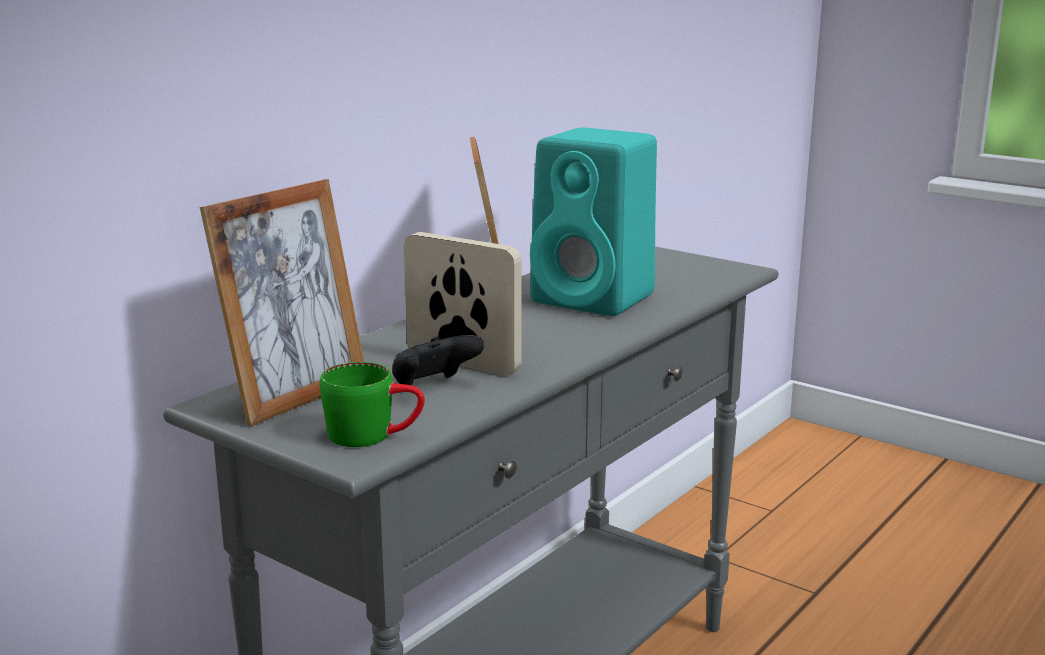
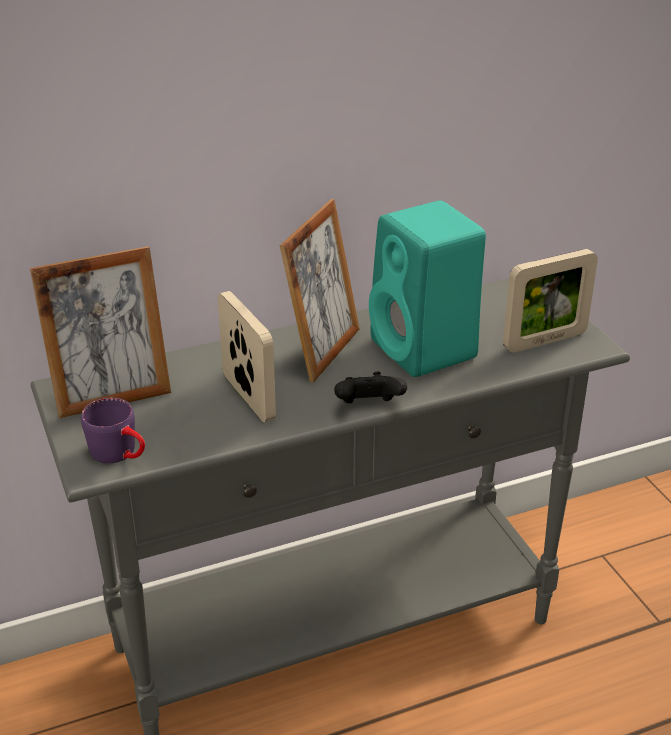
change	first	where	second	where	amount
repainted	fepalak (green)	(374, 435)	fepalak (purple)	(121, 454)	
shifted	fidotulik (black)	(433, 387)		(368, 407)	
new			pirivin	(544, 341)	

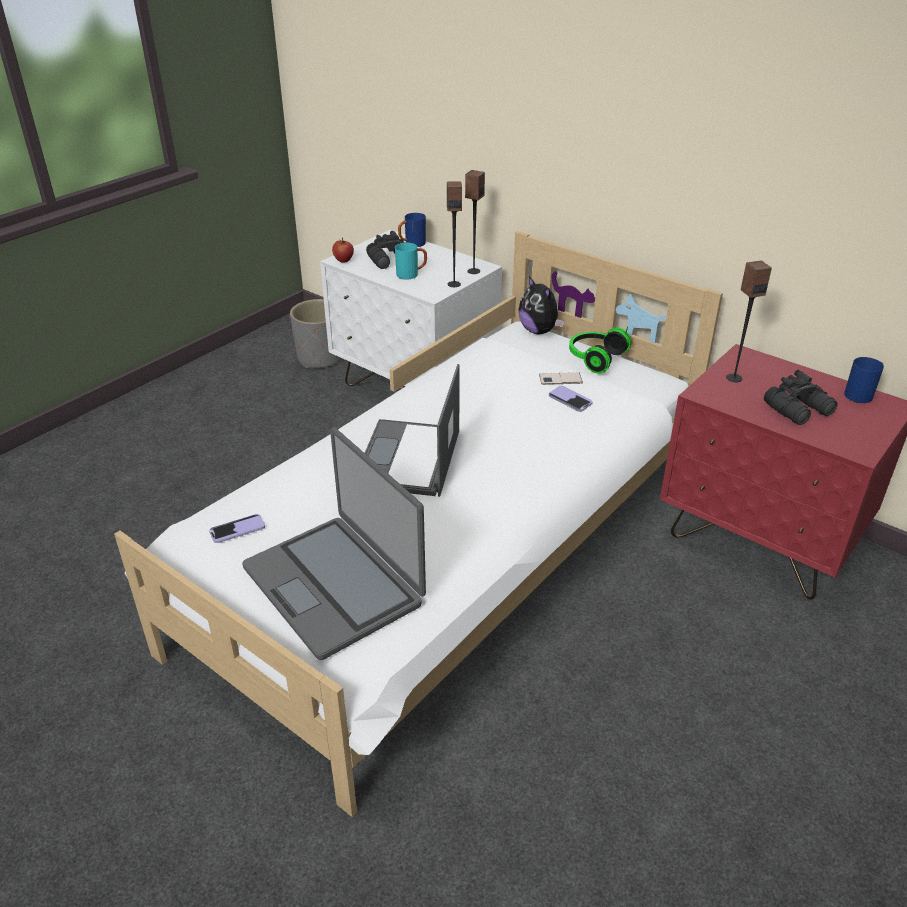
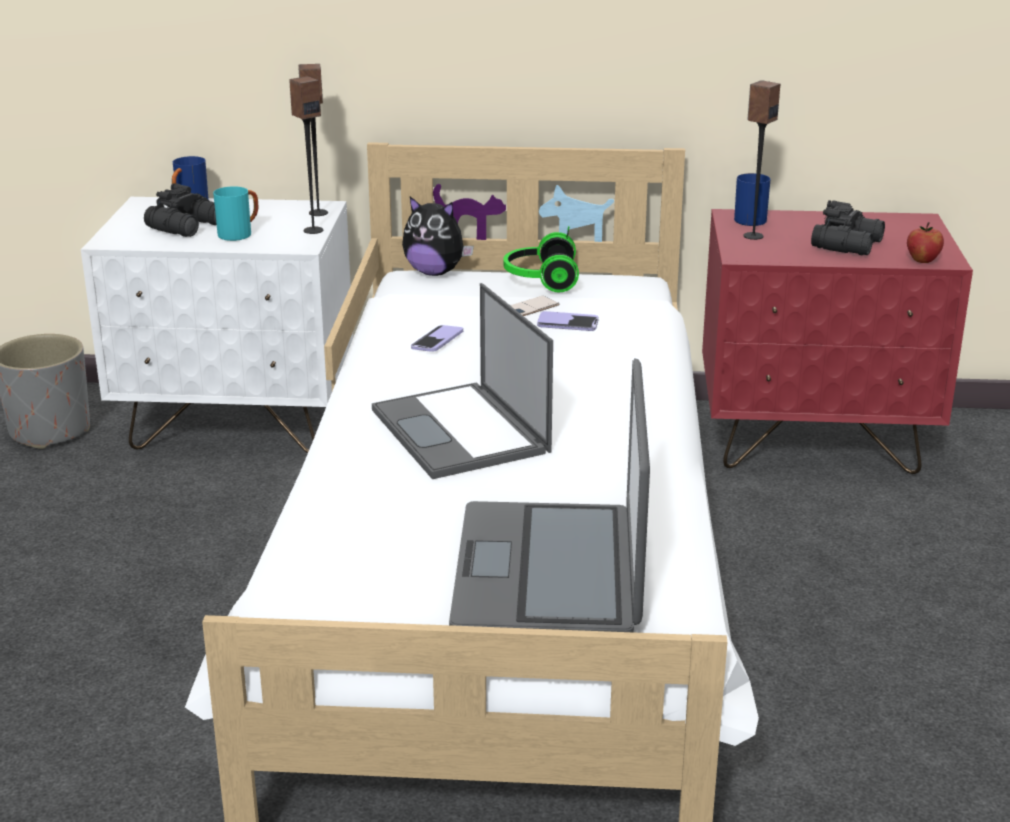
change	first	where	second	where	amount
shifted	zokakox	(237, 530)		(437, 340)	
rotated	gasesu	(334, 585)		(551, 573)	75 degrees clockwise
shifted	fepalak (blue)	(861, 394)		(751, 219)	
shifted	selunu	(343, 260)		(922, 260)	

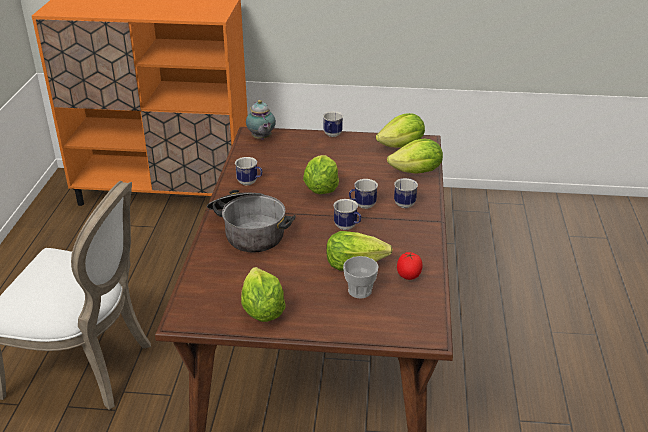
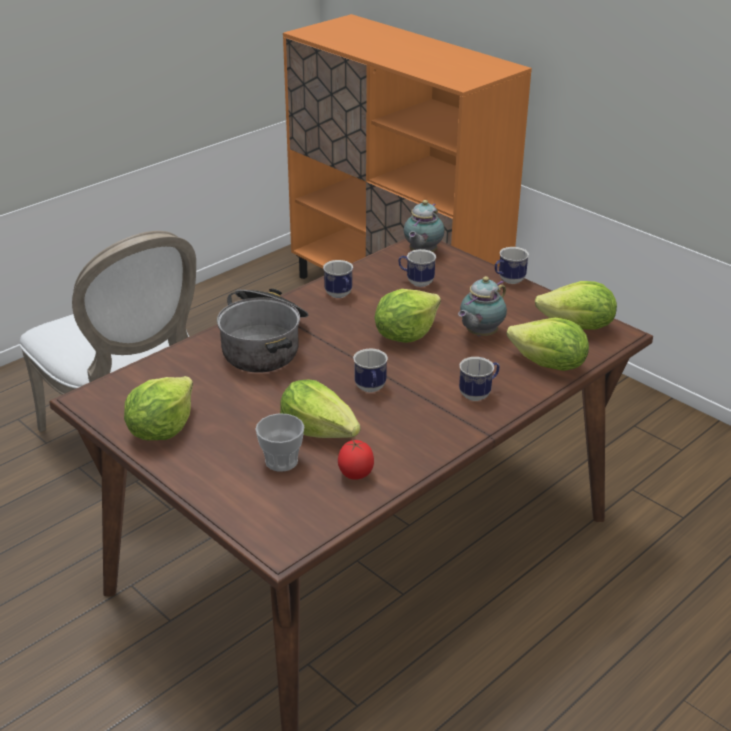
change	first	where	second	where	amount
shifted	fepalak	(362, 206)		(416, 282)	
new			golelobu	(479, 334)	

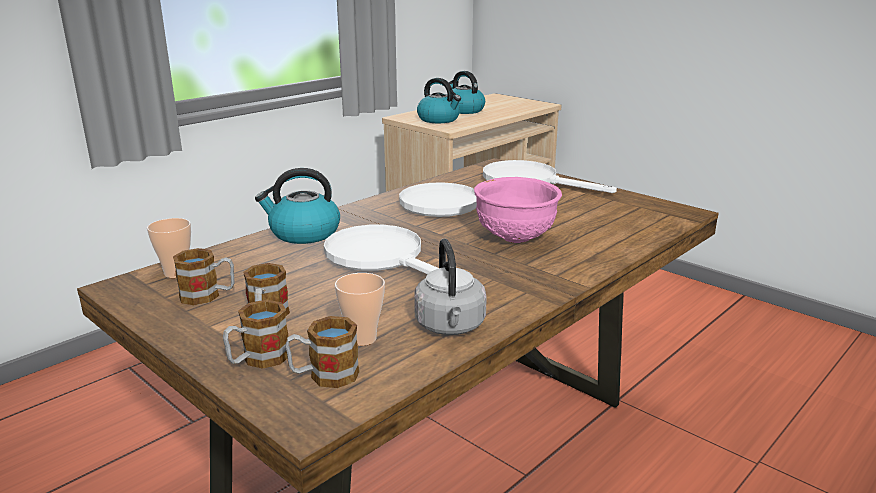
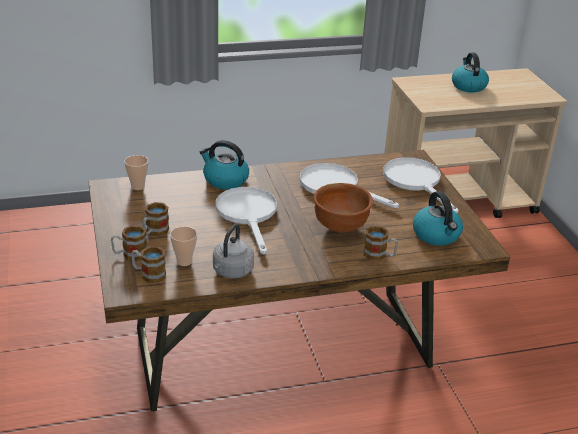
change	first	where	second	where	amount
repainted	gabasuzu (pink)	(515, 238)	gabasuzu (brown)	(340, 227)	
shifted	fepalak	(208, 295)		(379, 255)	
shifted	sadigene	(439, 119)		(437, 235)	

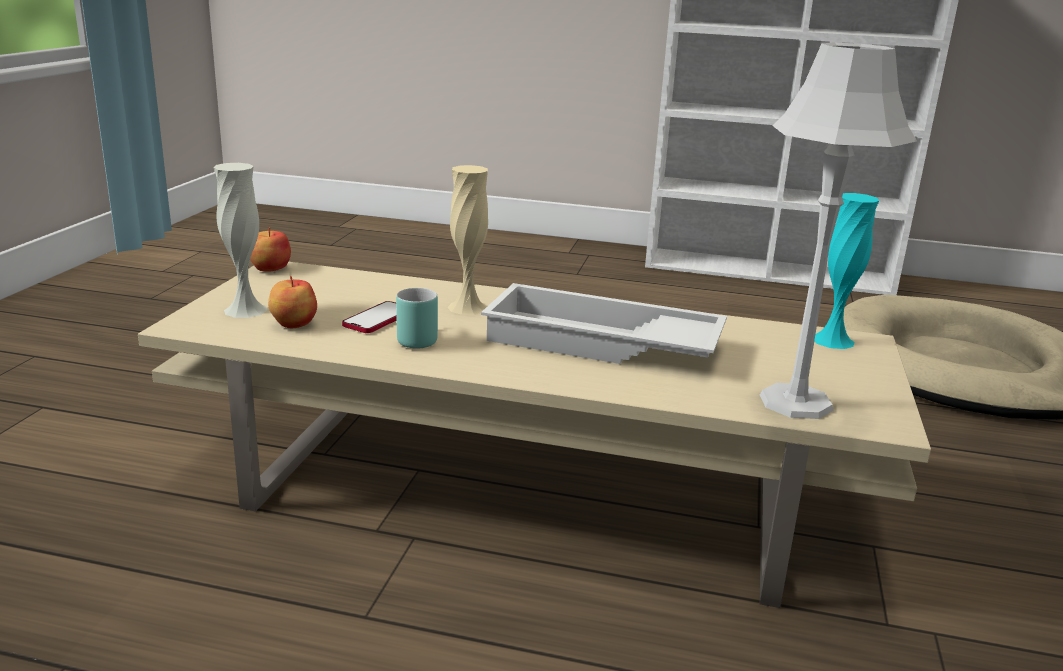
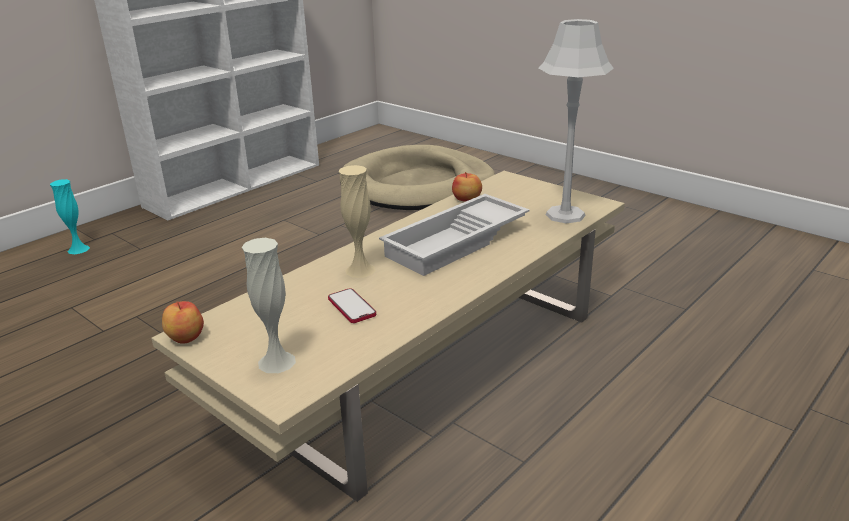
change	first	where	second	where	amount
shifted	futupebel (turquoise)	(832, 340)		(78, 249)	
shifted	selunu	(293, 324)		(467, 199)	
gone	fepalak (turquoise)	(416, 338)			

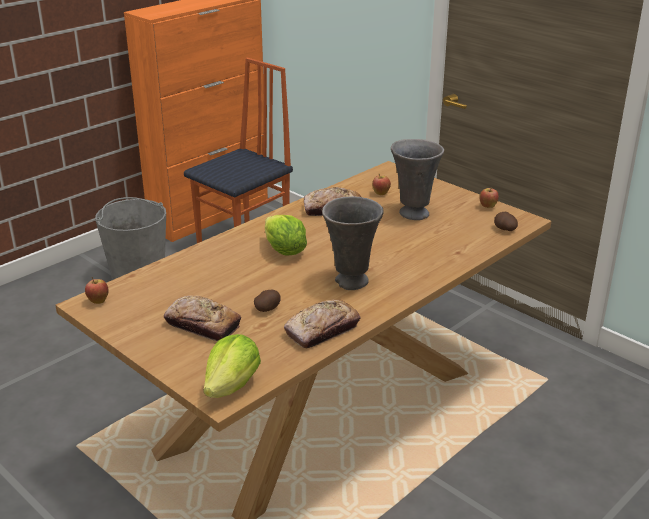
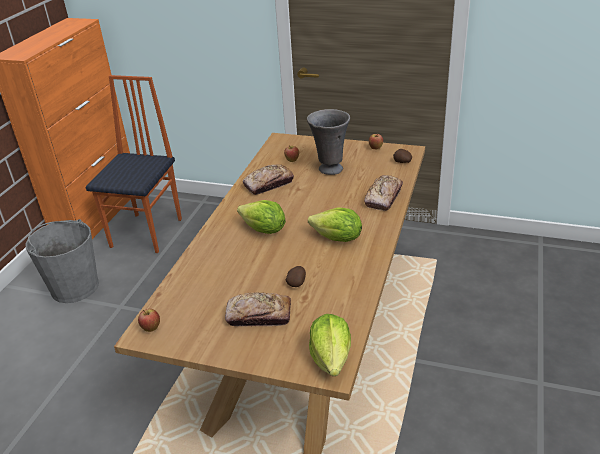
change	first	where	second	where	amount
swapped	futupebel (grey)	(351, 282)	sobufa	(337, 239)	
shifted	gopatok	(322, 330)		(383, 197)	

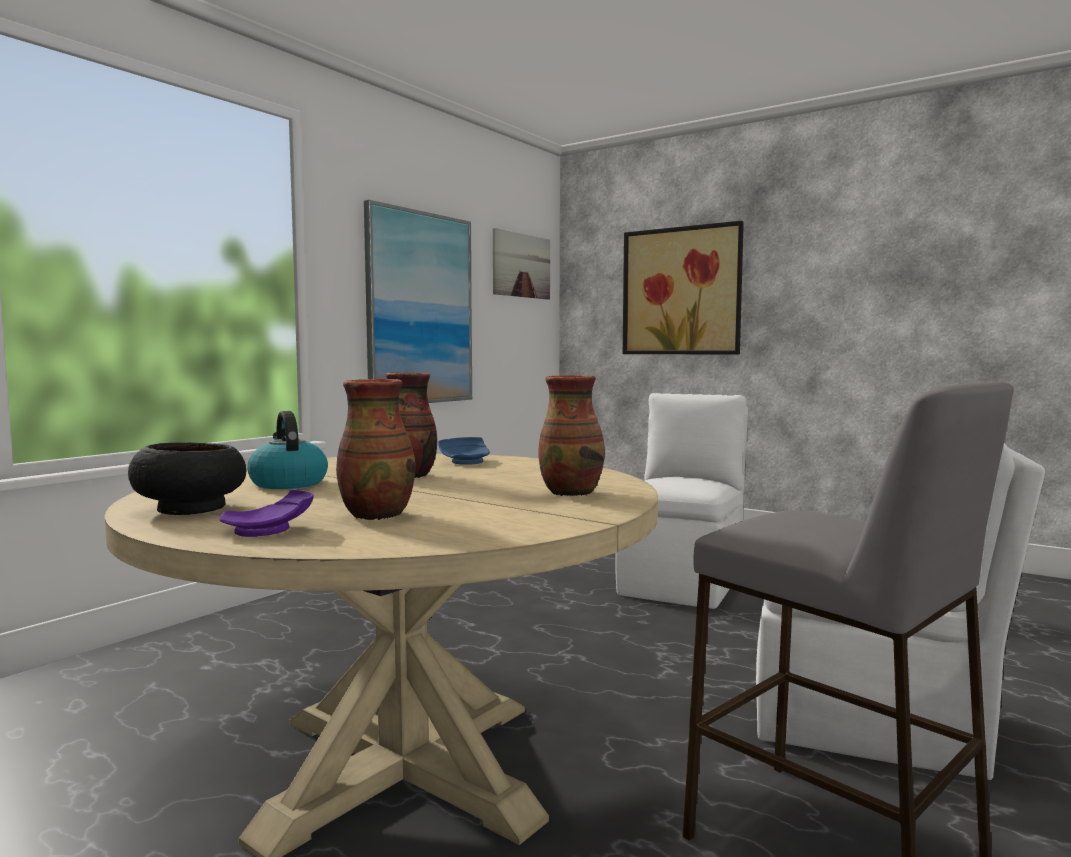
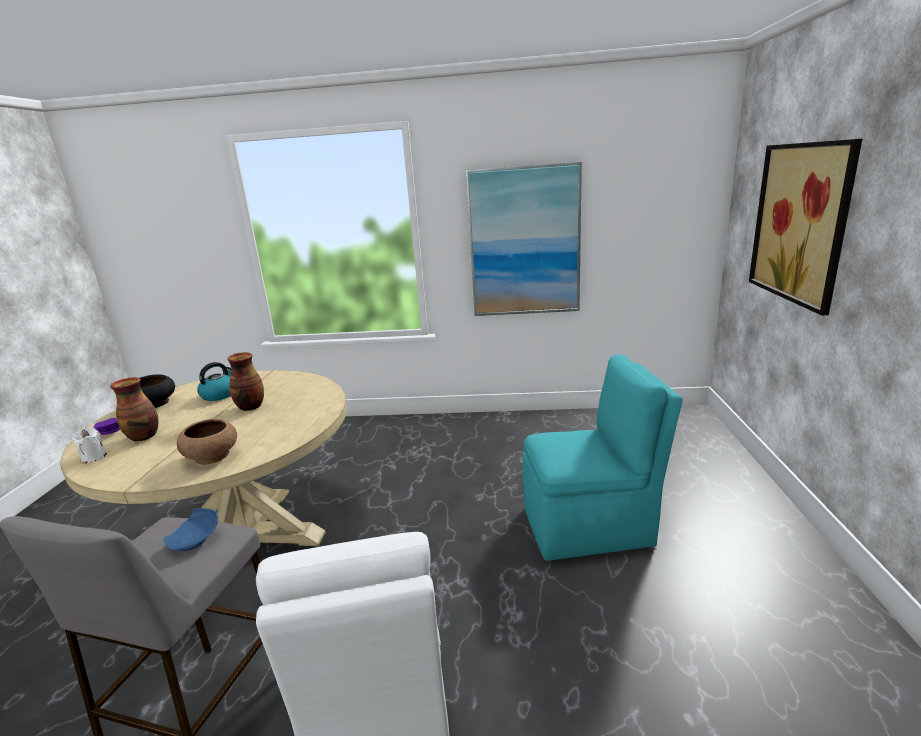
change	first	where	second	where	amount
new			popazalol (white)	(94, 457)	
shifted	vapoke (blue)	(466, 461)		(196, 539)	
swapped	futupebel	(571, 492)	gabasuzu (brown)	(212, 456)	
repainted	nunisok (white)	(683, 583)	nunisok (turquoise)	(590, 526)	
gone	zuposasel	(521, 265)			

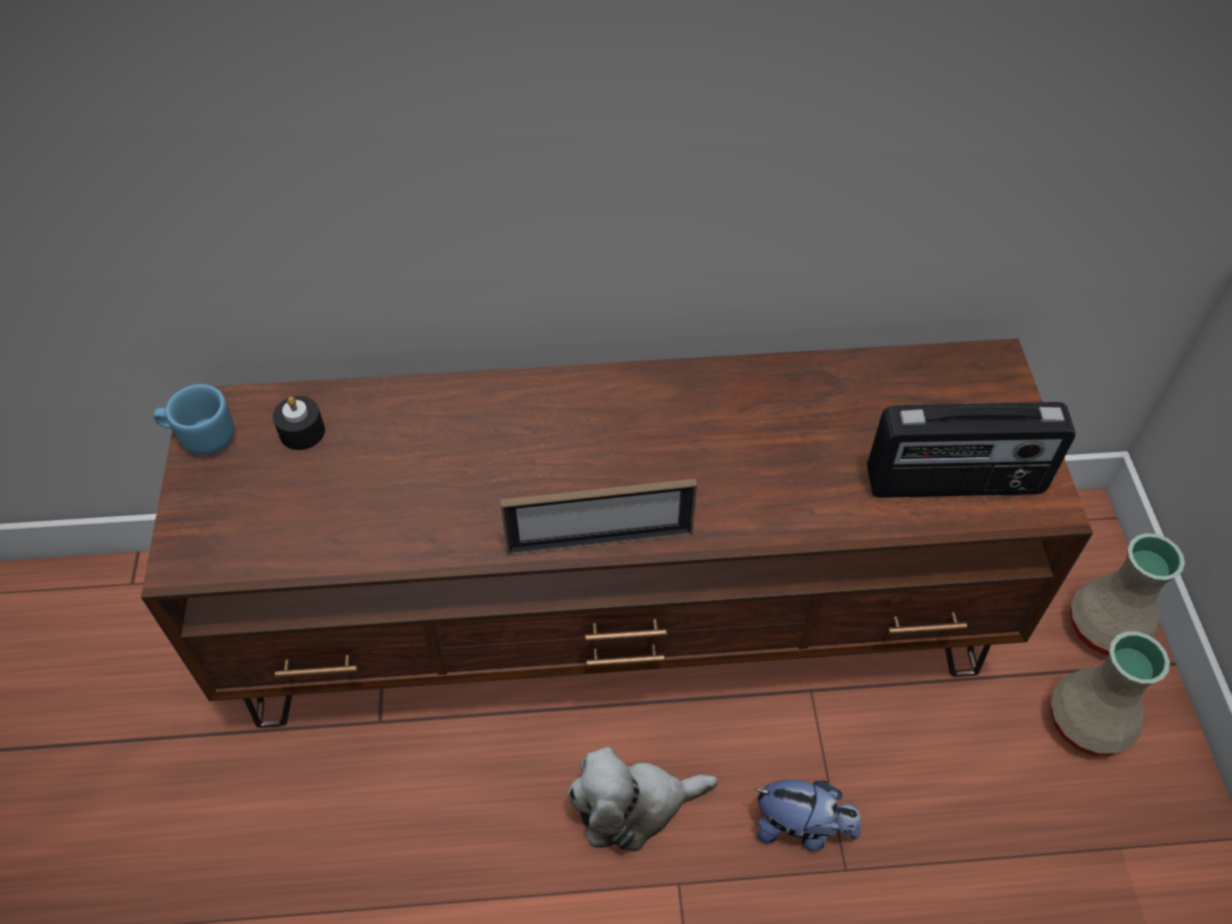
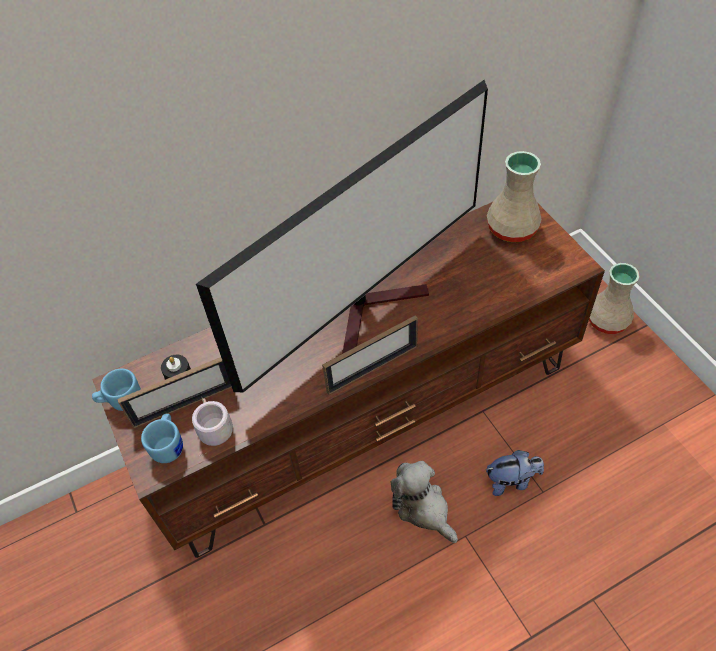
change	first	where	second	where	amount
new			pirivin	(184, 405)	
new			fepalak (blue)	(169, 445)	
new			fepalak (grey)	(212, 428)	
new			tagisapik	(374, 309)	
rotated	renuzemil	(633, 806)		(423, 508)	90 degrees clockwise
shifted	futupebel (beige)	(1088, 724)		(512, 229)	
gone	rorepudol	(955, 483)			

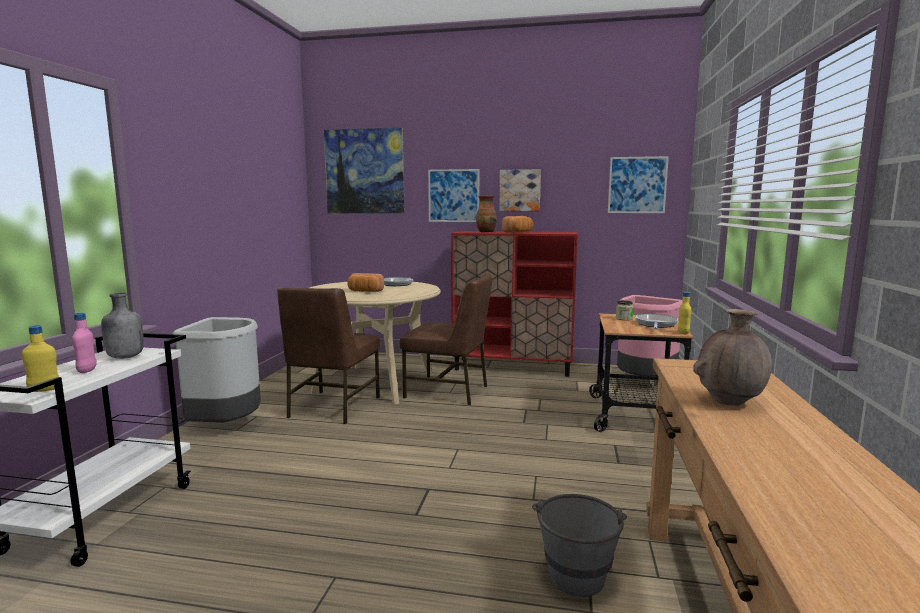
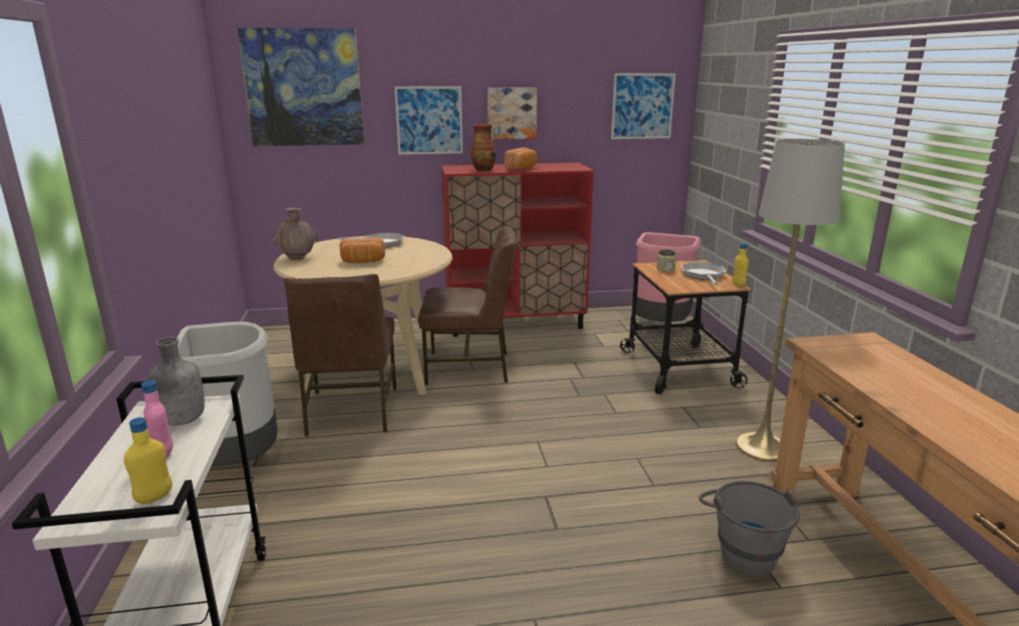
change	first	where	second	where	amount
shifted	futupebel (brown)	(730, 402)		(298, 258)	
new			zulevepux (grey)	(762, 447)	

